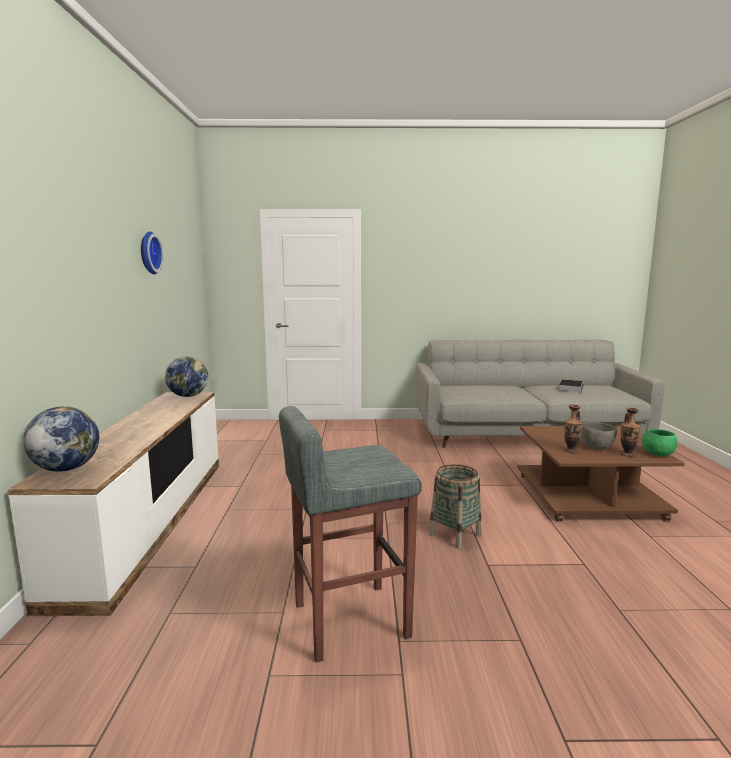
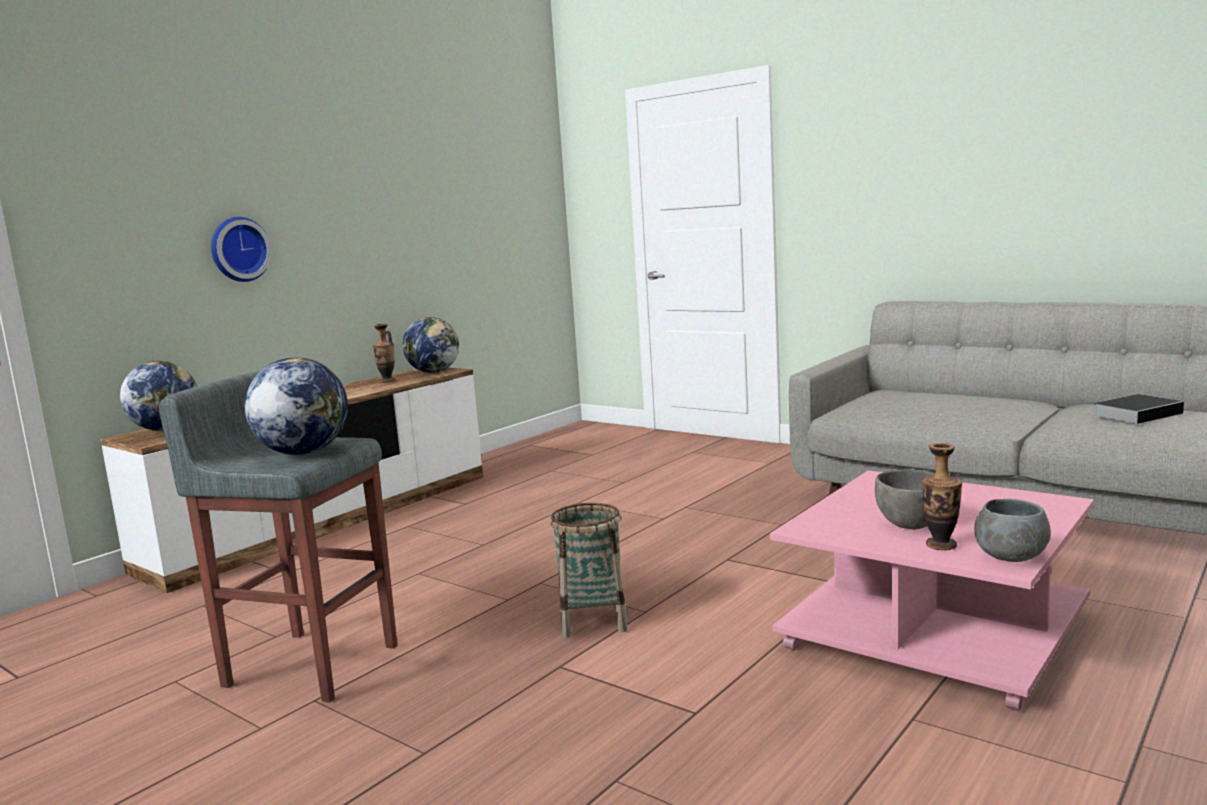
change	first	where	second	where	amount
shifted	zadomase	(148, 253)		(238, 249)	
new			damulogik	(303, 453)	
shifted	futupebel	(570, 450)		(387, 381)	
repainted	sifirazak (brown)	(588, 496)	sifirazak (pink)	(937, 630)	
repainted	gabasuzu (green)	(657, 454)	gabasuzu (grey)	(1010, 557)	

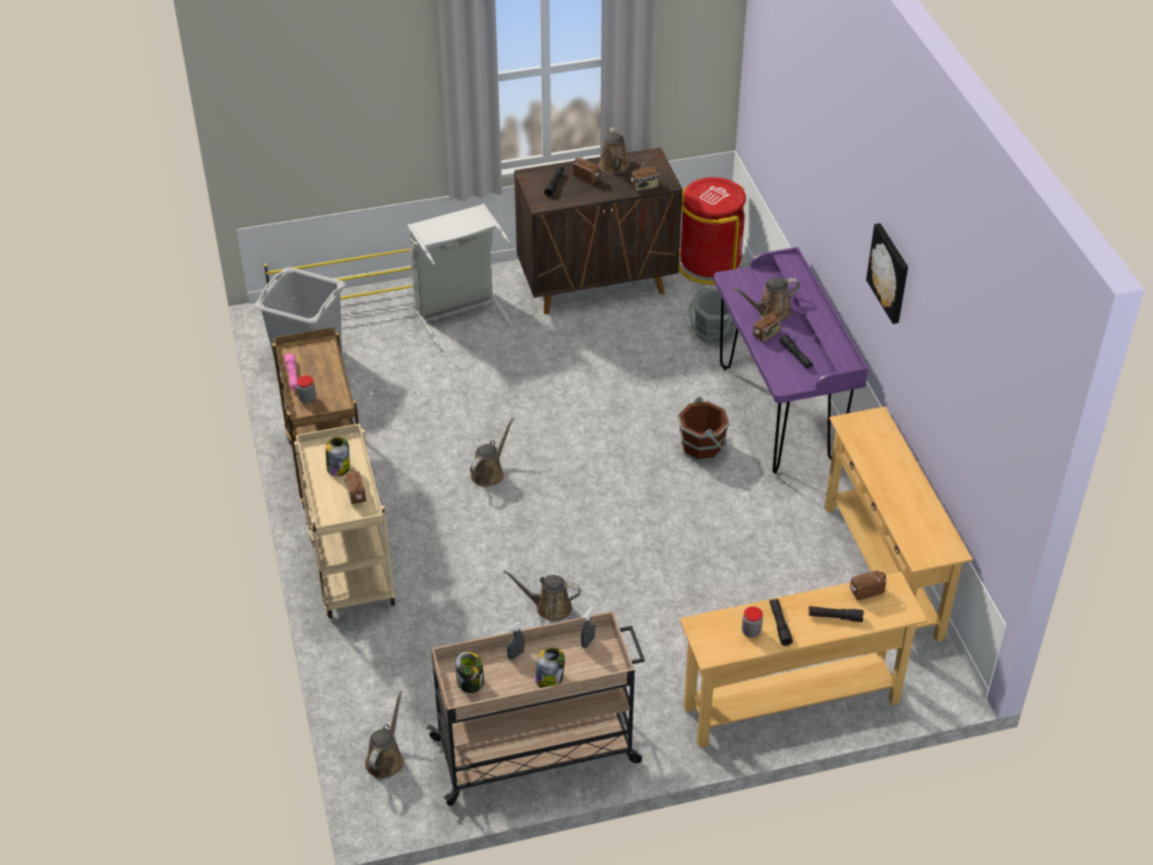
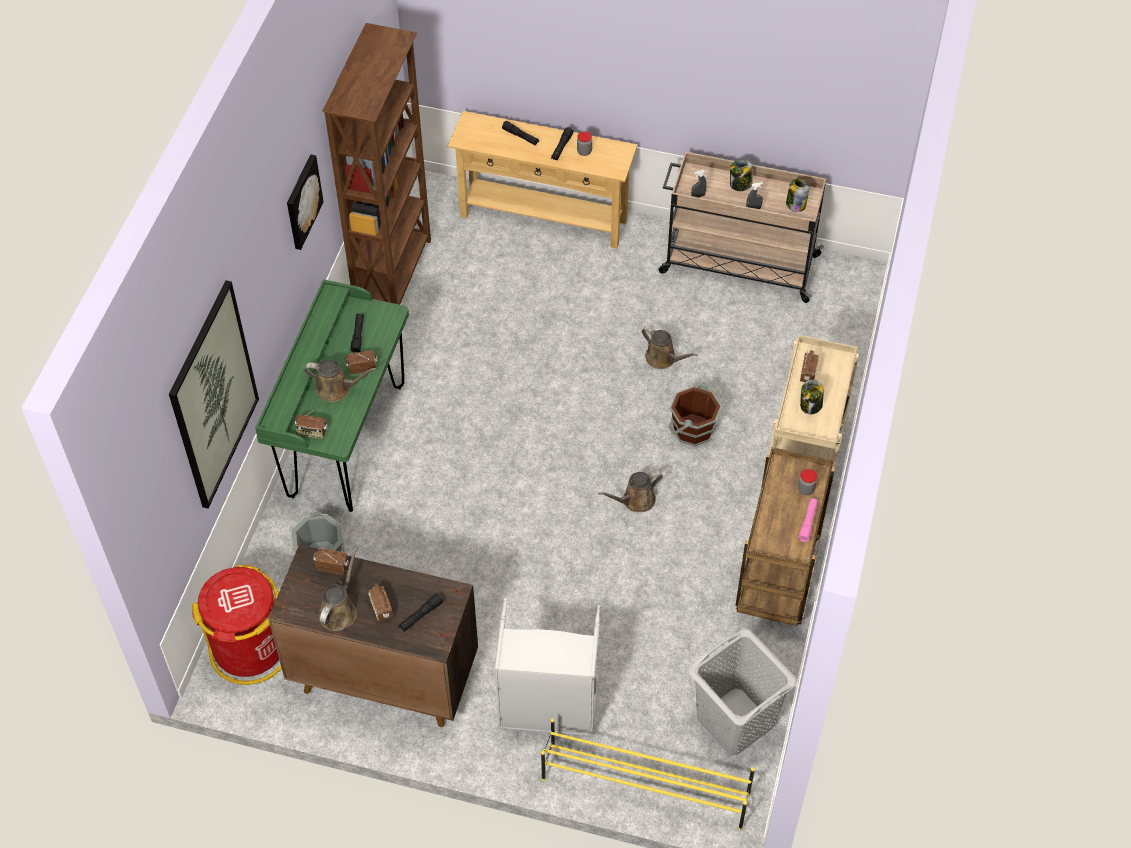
change	first	where	second	where	amount
new			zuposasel	(213, 396)	
repainted	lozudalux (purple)	(778, 414)	lozudalux (green)	(346, 441)	
shifted	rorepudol	(866, 592)		(312, 432)	
swapped	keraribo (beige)	(883, 571)	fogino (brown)	(394, 274)	
shifted	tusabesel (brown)	(702, 447)		(692, 429)	
gone	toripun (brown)	(386, 759)			

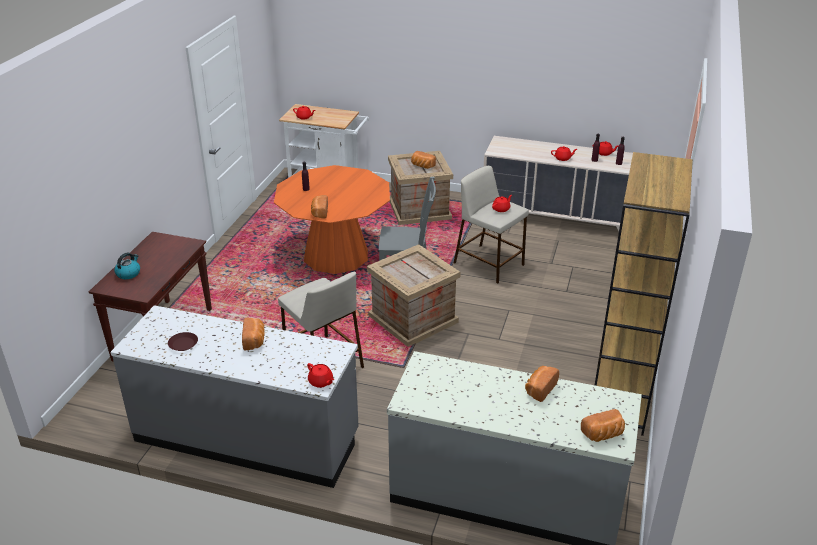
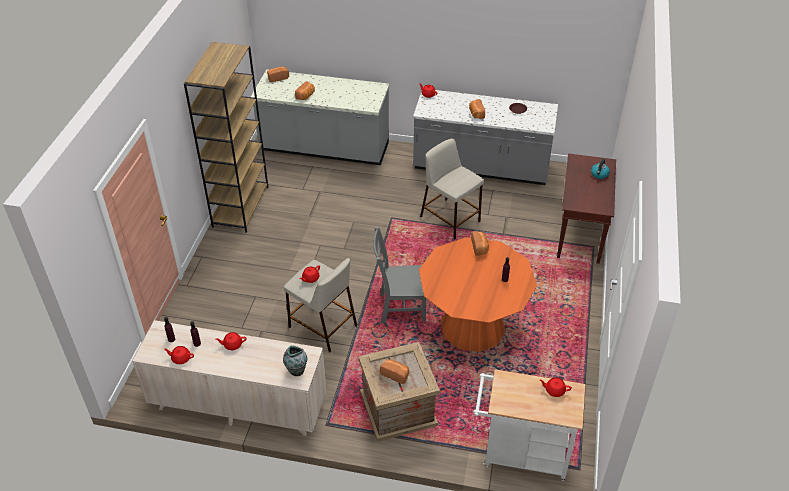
change	first	where	second	where	amount
new			futupebel	(296, 370)	
gone	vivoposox	(412, 319)			

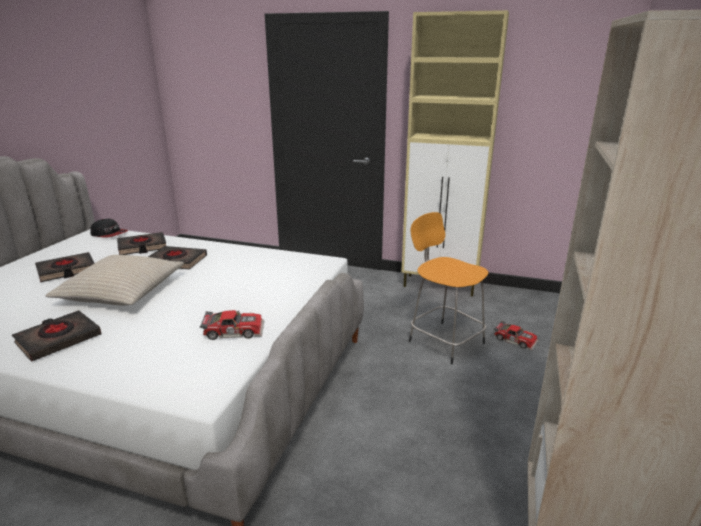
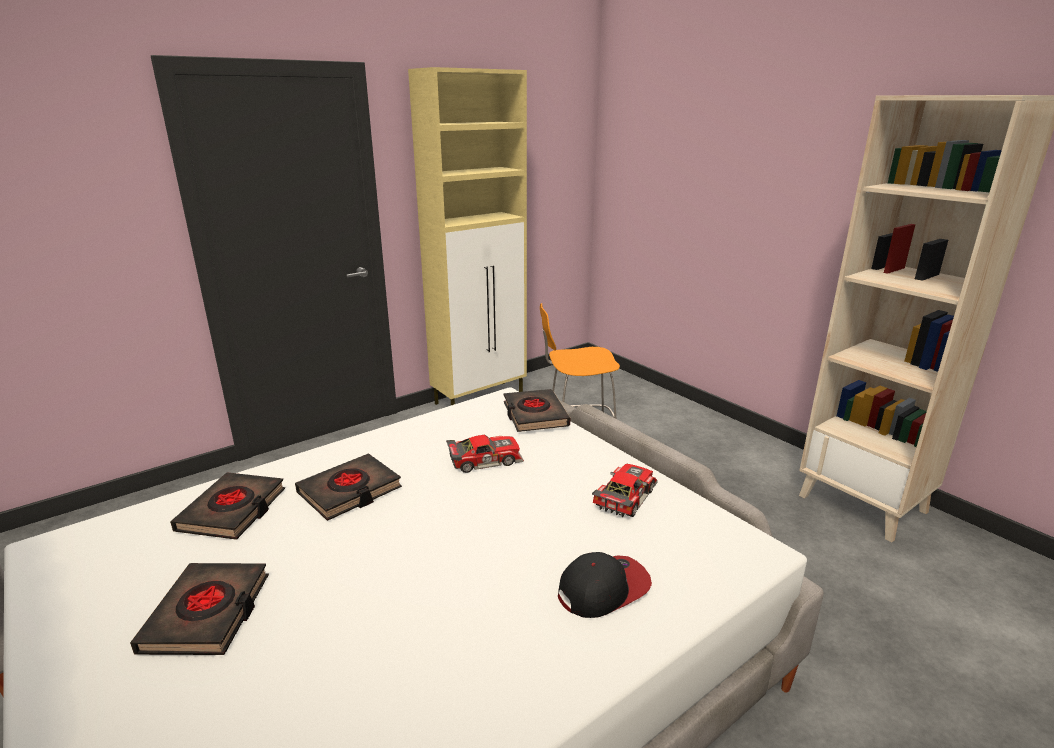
change	first	where	second	where	amount
shifted	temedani	(515, 339)		(484, 459)	
shifted	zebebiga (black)	(58, 339)		(535, 415)	
shifted	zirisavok	(109, 234)		(603, 588)	
gone	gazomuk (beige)	(121, 291)			

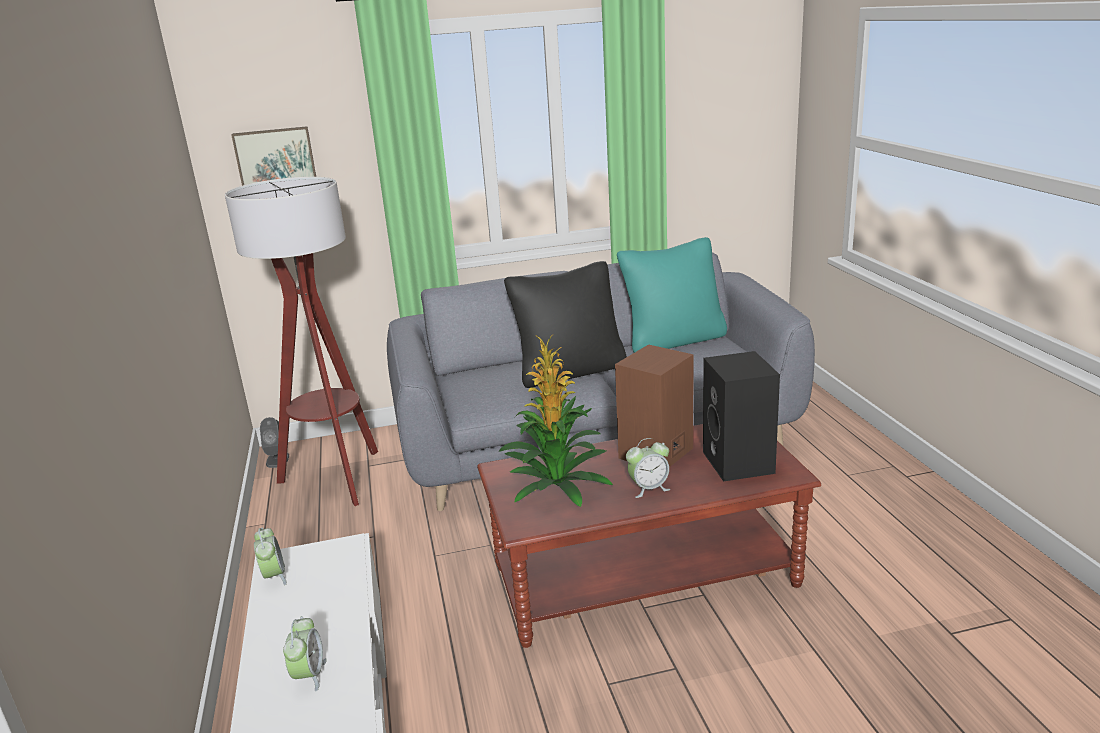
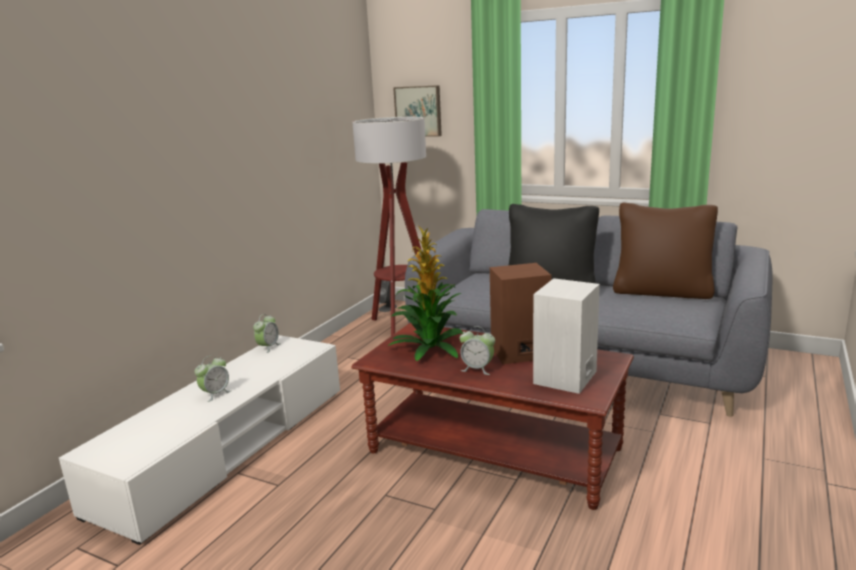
change	first	where	second	where	amount
repainted	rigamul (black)	(740, 463)	rigamul (white)	(566, 378)	
repainted	gazomuk (turquoise)	(673, 340)	gazomuk (brown)	(662, 292)	

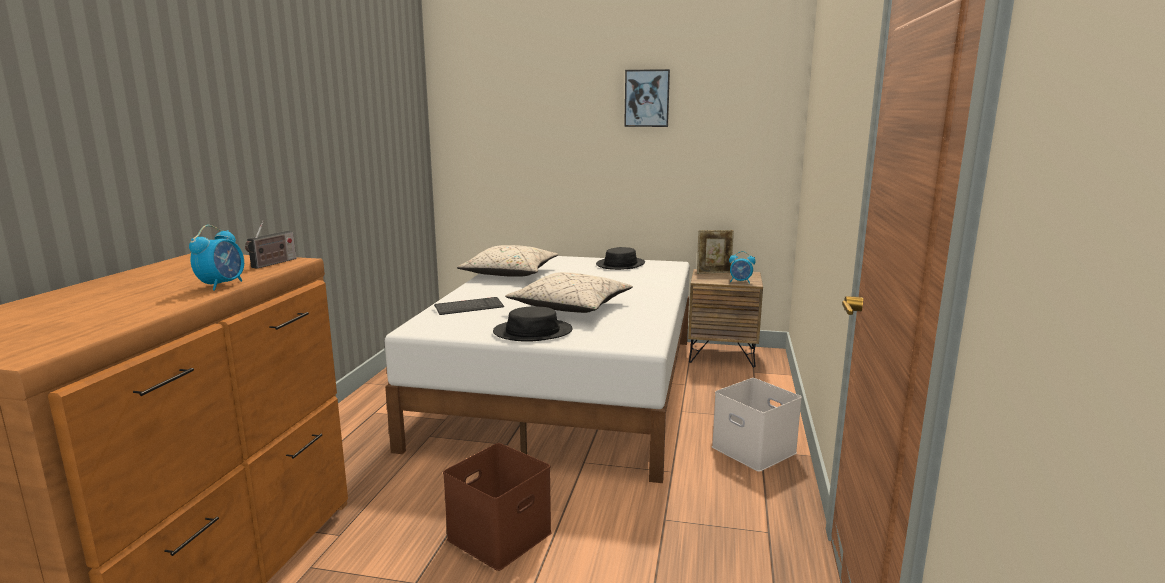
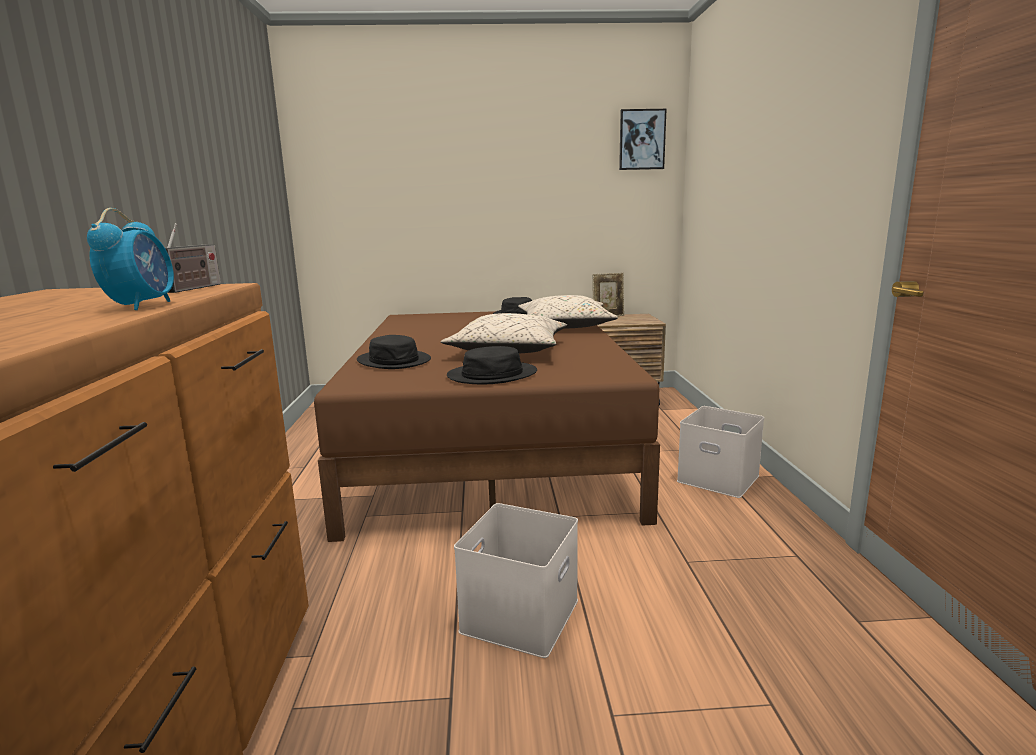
change	first	where	second	where	amount
repainted	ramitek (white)	(568, 388)	ramitek (brown)	(491, 445)	
swapped	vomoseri	(469, 307)	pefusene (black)	(394, 361)	
repainted	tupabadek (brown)	(499, 534)	tupabadek (white)	(519, 613)	
shifted	gazomuk (beige)	(509, 274)		(565, 326)	
shifted	zuposasel	(647, 98)		(642, 140)	
gone	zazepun	(740, 282)			

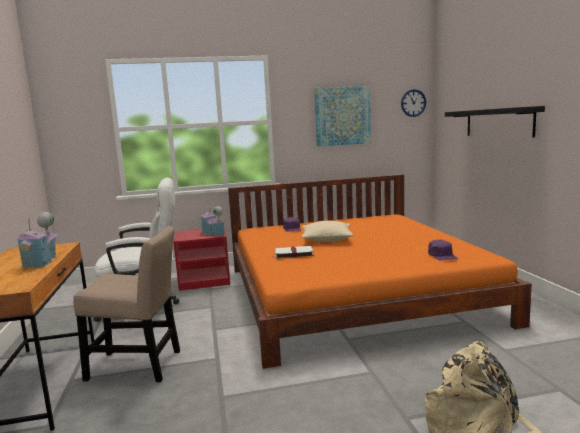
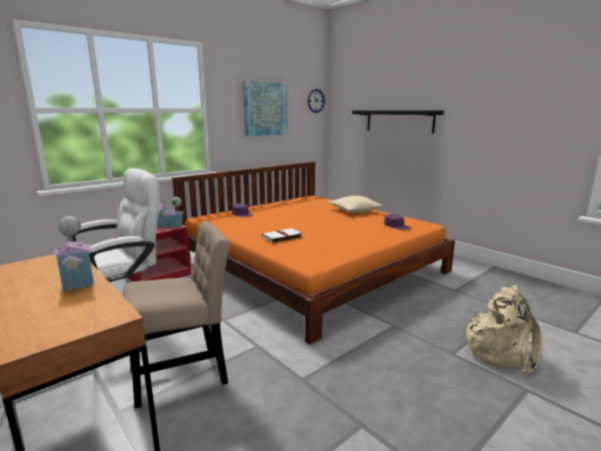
change	first	where	second	where	amount
shifted	gazomuk (beige)	(327, 239)		(354, 211)	

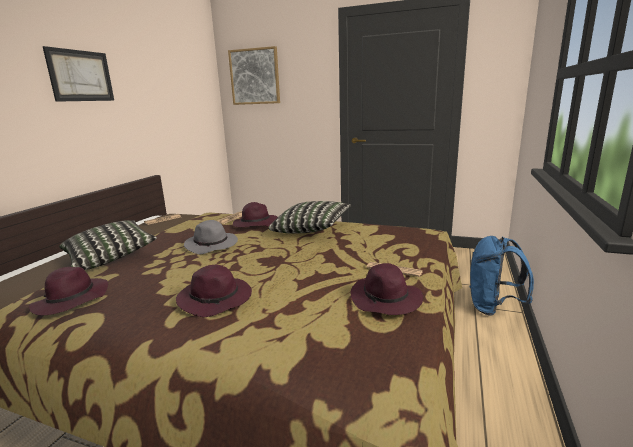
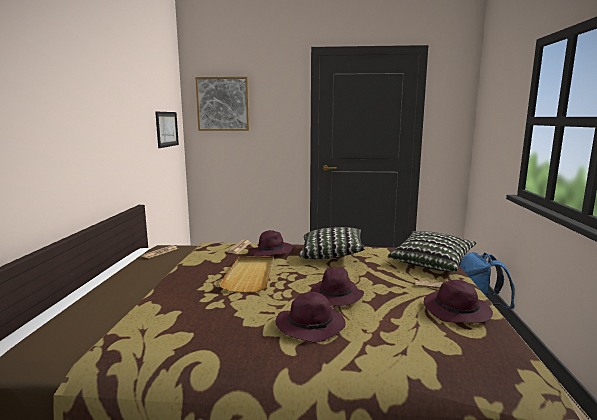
change	first	where	second	where	amount
shifted	zuposasel	(80, 76)		(166, 129)	
swapped	pefusene (grey)	(212, 245)	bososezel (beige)	(250, 275)	
shifted	pefusene (purple)	(71, 301)		(336, 296)	
shifted	gazomuk	(110, 258)		(431, 263)	

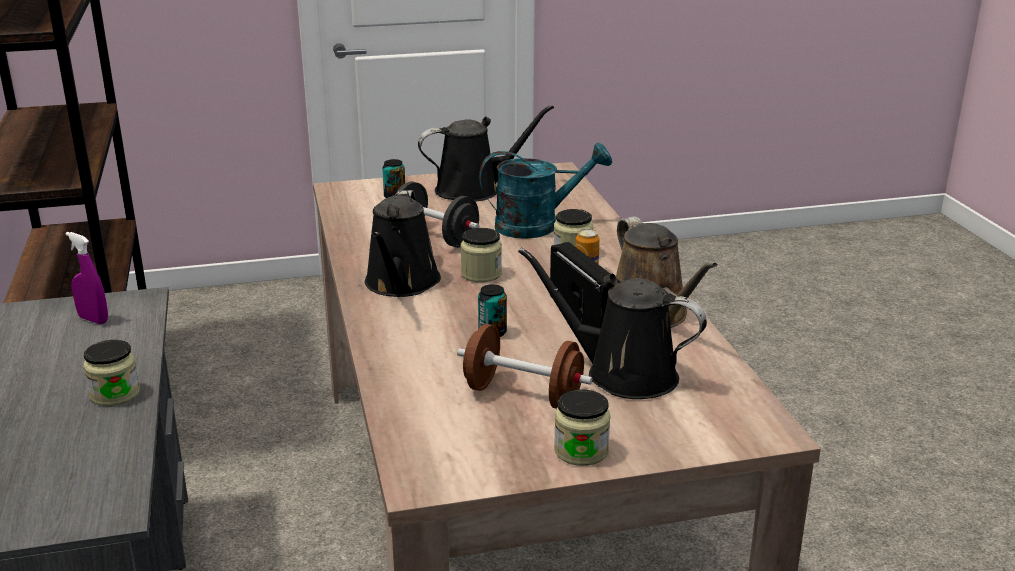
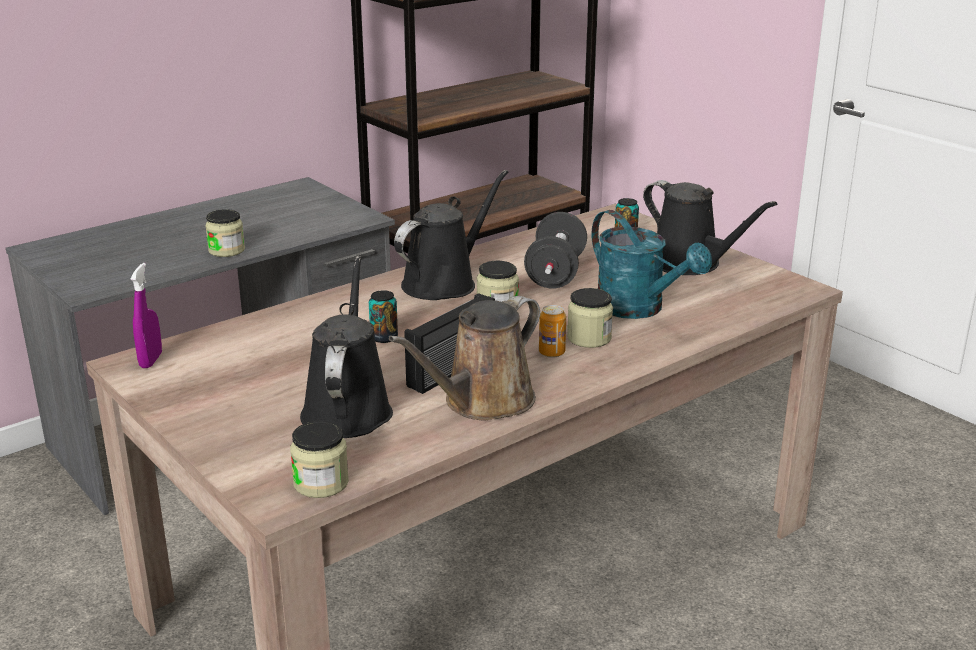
change	first	where	second	where	amount
shifted	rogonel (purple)	(93, 319)		(151, 360)	
shifted	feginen	(581, 451)		(321, 483)	
rotated	toripun (black)	(401, 284)		(444, 283)	150 degrees clockwise
gone	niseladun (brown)	(523, 395)			

